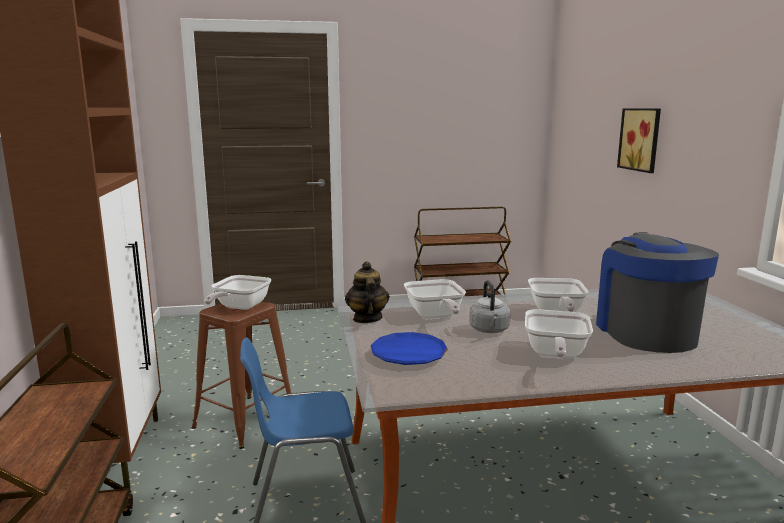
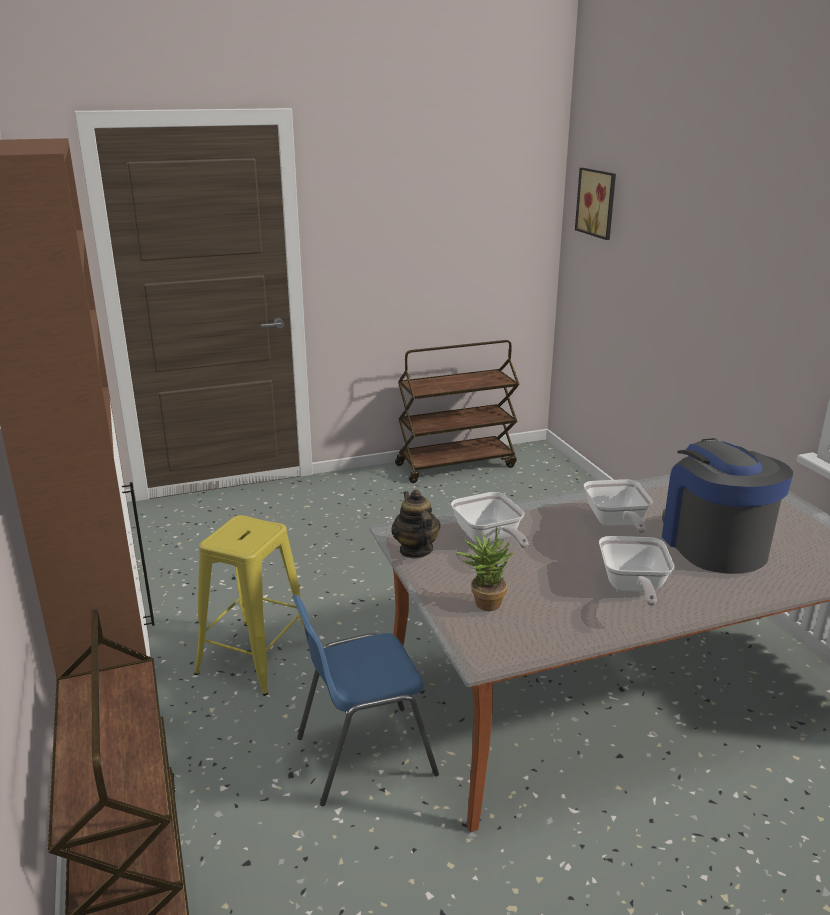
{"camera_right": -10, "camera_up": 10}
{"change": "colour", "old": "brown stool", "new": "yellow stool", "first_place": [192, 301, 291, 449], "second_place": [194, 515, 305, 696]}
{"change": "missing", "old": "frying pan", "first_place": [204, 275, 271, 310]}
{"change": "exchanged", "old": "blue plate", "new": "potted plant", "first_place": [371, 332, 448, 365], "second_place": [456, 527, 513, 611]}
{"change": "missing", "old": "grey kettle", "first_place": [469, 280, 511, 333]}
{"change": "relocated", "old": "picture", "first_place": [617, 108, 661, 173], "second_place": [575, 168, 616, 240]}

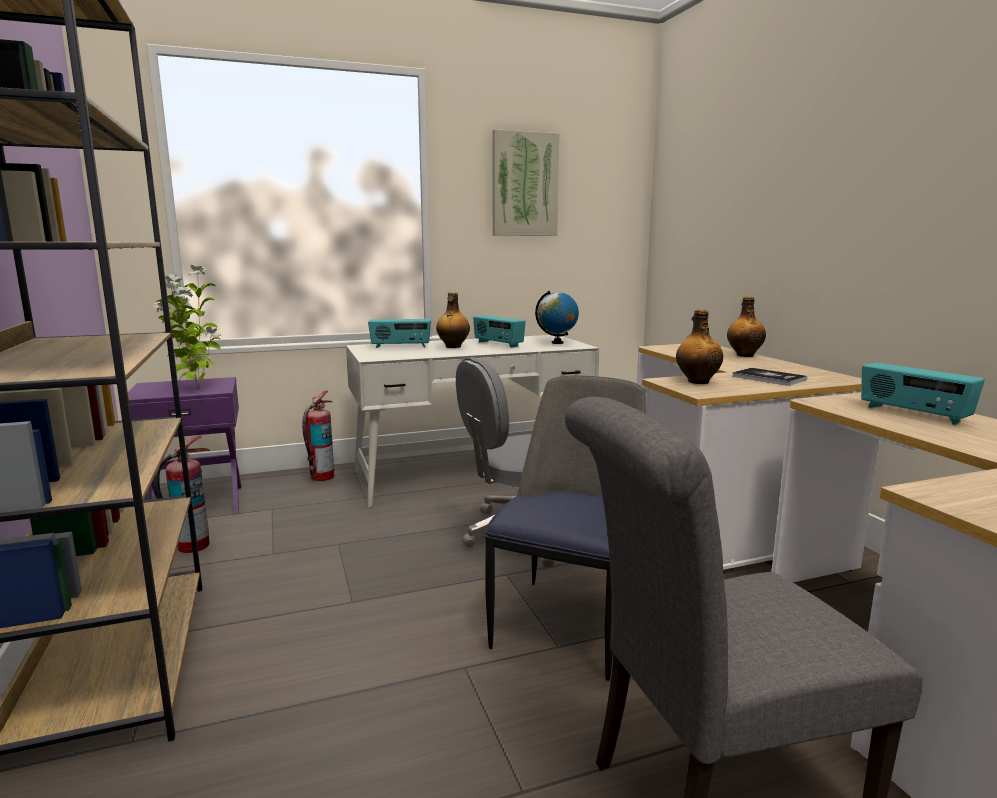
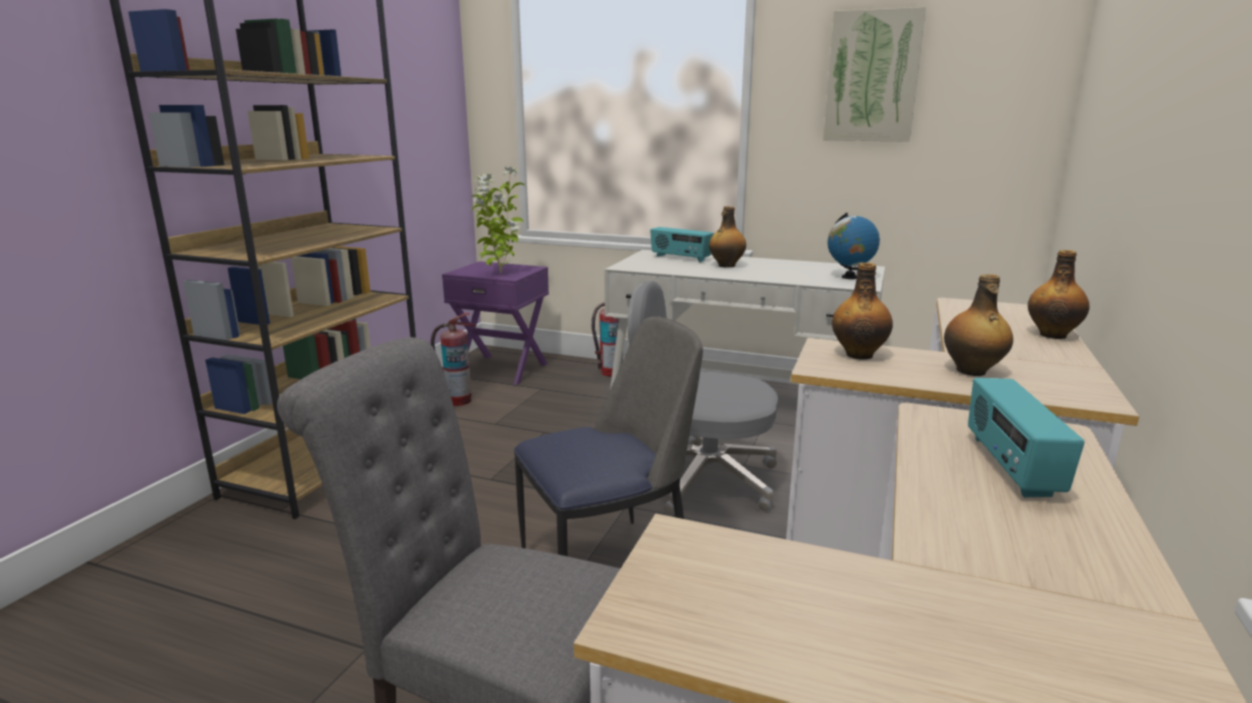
{"camera_right": 40, "camera_up": 5}
{"change": "missing", "old": "radio", "first_place": [473, 315, 526, 348]}
{"change": "exchanged", "old": "book", "new": "bottle", "first_place": [732, 368, 807, 386], "second_place": [944, 274, 1013, 376]}

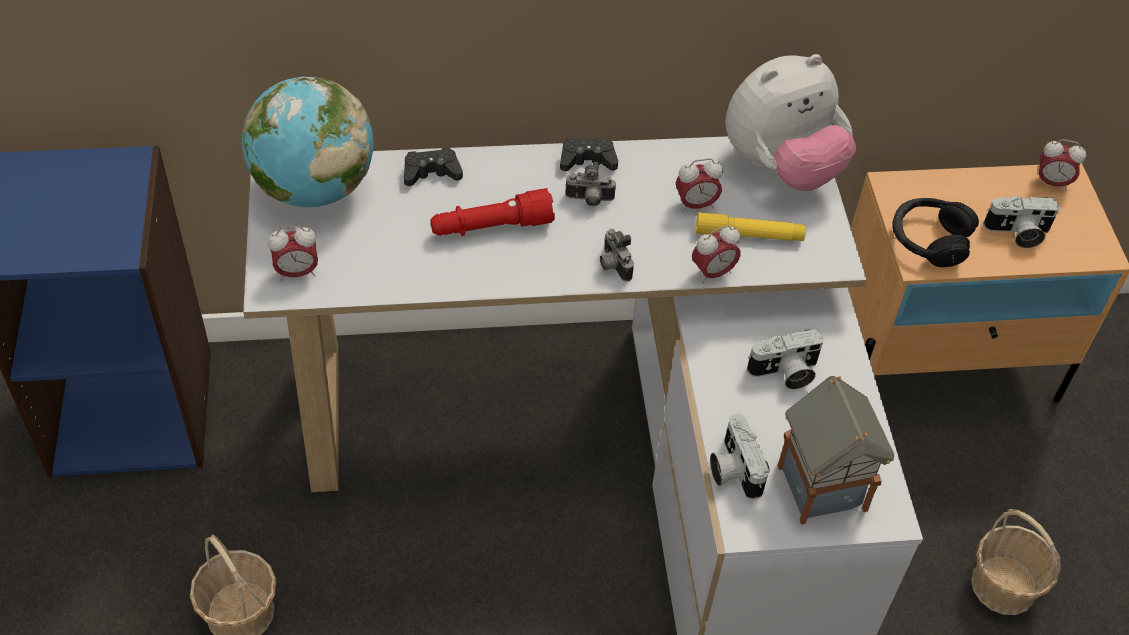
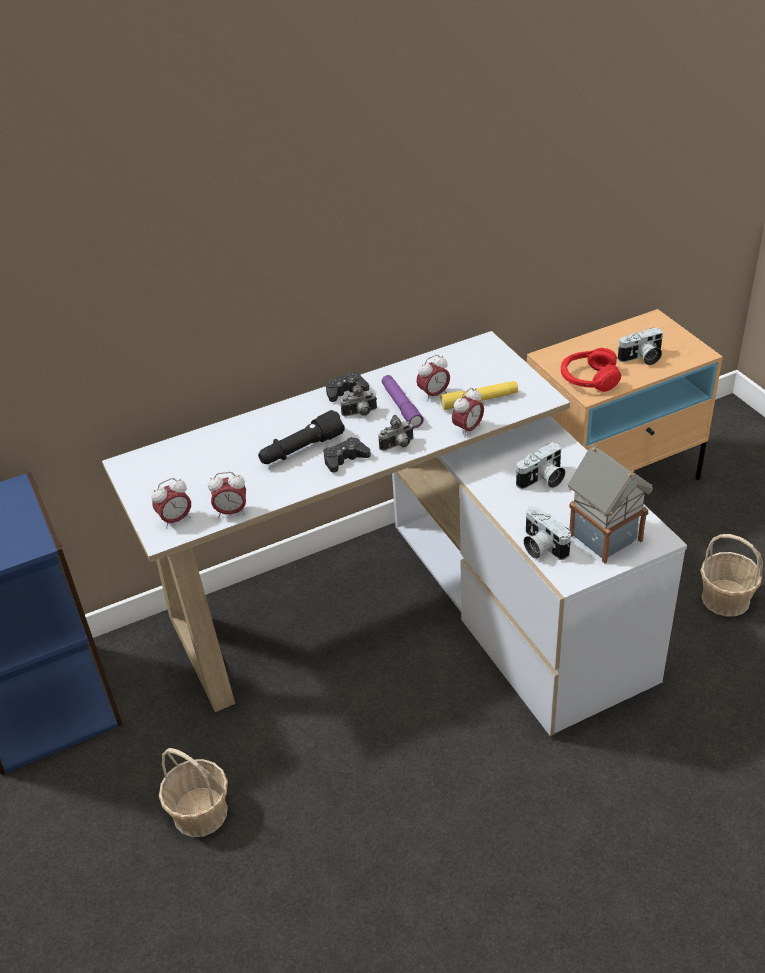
{"camera_right": -15, "camera_up": -10}
{"change": "missing", "old": "globe", "first_place": [242, 76, 373, 207]}
{"change": "relocated", "old": "black game controller", "first_place": [404, 147, 463, 186], "second_place": [323, 437, 371, 473]}
{"change": "colour", "old": "red flashlight", "new": "black flashlight", "first_place": [430, 188, 555, 236], "second_place": [258, 410, 345, 464]}
{"change": "spun", "old": "photo camera", "first_place": [600, 229, 634, 282], "second_place": [378, 415, 414, 451], "degrees": -75}
{"change": "missing", "old": "plush toy", "first_place": [726, 54, 856, 191]}
{"change": "colour", "old": "black headphones", "new": "red headphones", "first_place": [892, 198, 979, 267], "second_place": [561, 348, 621, 392]}
{"change": "relocated", "old": "alarm clock", "first_place": [1037, 139, 1086, 191], "second_place": [208, 472, 246, 517]}
{"change": "appeared", "new": "purple flashlight", "second_place": [382, 375, 424, 428]}

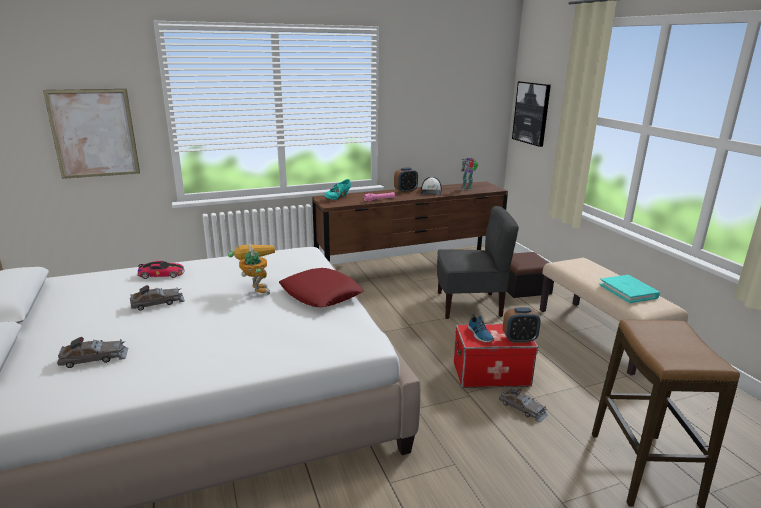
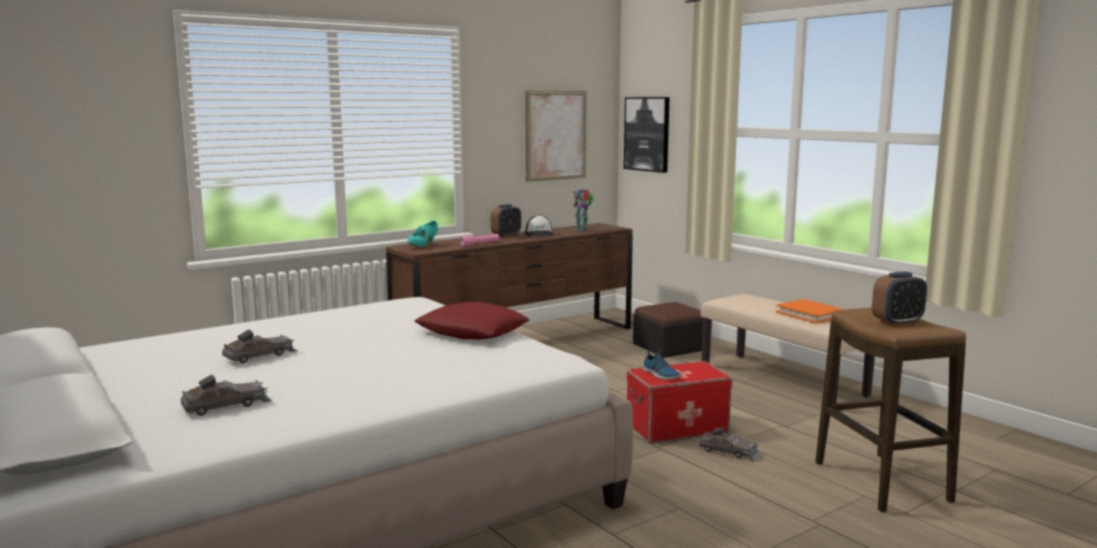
{"camera_right": -15, "camera_up": -10}
{"change": "relocated", "old": "picture", "first_place": [43, 89, 140, 179], "second_place": [526, 91, 586, 182]}
{"change": "missing", "old": "toy car", "first_place": [138, 261, 185, 279]}
{"change": "missing", "old": "toy robot", "first_place": [228, 244, 275, 295]}
{"change": "missing", "old": "grey chair", "first_place": [437, 206, 519, 319]}
{"change": "relocated", "old": "alarm clock", "first_place": [503, 307, 541, 343], "second_place": [872, 272, 927, 326]}
{"change": "colour", "old": "turquoise book", "new": "orange book", "first_place": [599, 275, 660, 303], "second_place": [776, 299, 844, 324]}

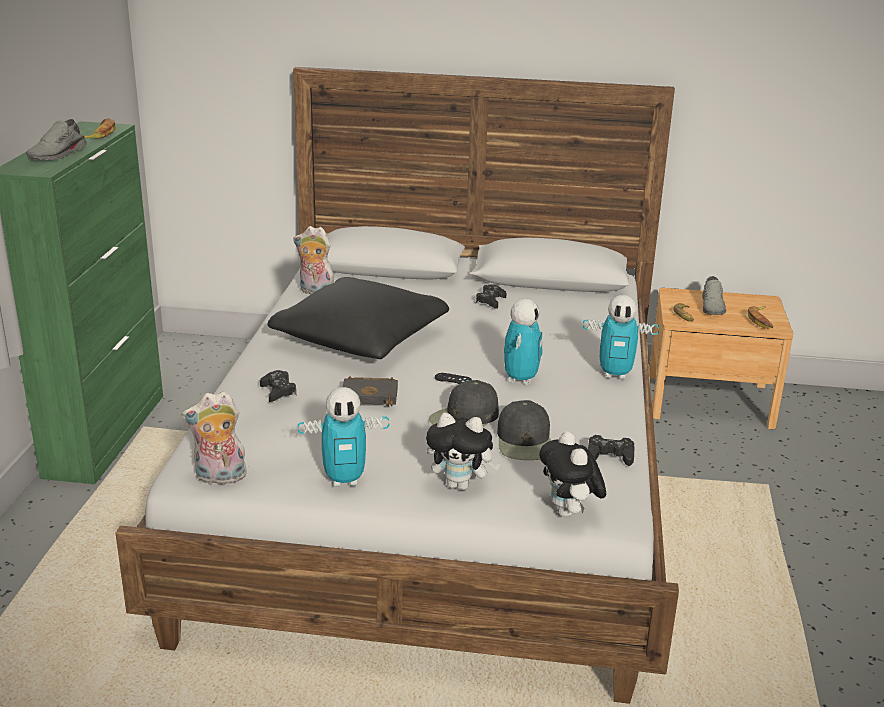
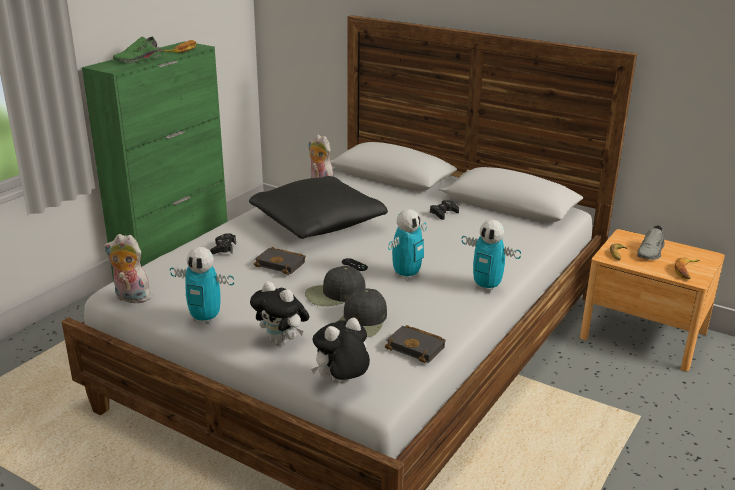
{"camera_right": 25, "camera_up": 0}
{"change": "colour", "old": "grey shoe", "new": "green shoe", "first_place": [26, 119, 87, 160], "second_place": [113, 36, 163, 63]}
{"change": "spun", "old": "plush toy", "first_place": [539, 431, 606, 517], "second_place": [311, 317, 370, 383], "degrees": 45}
{"change": "exchanged", "old": "black game controller", "new": "black book", "first_place": [588, 435, 635, 466], "second_place": [385, 325, 446, 363]}

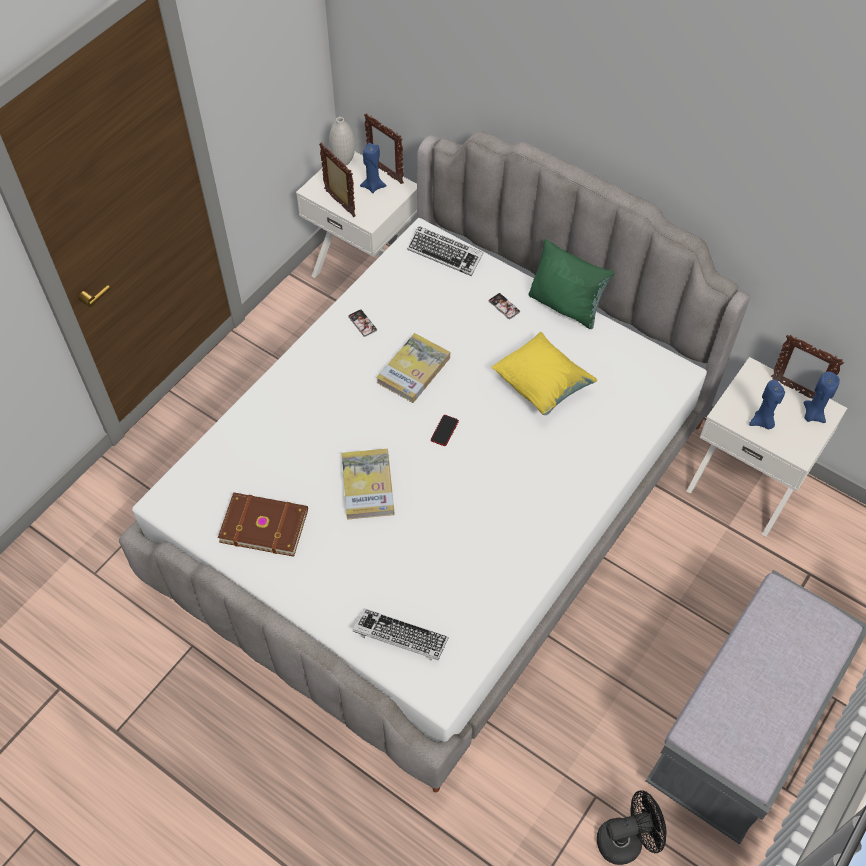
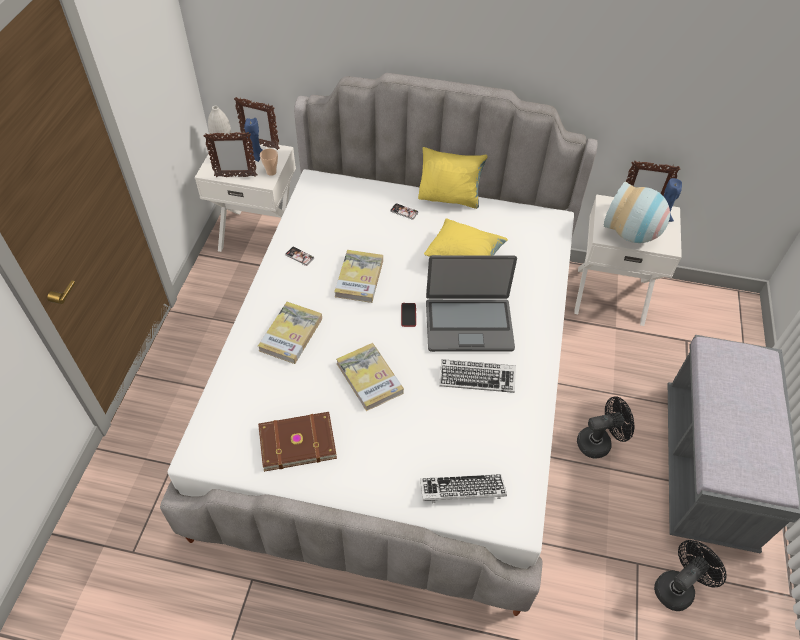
{"camera_right": -25, "camera_up": -5}
{"change": "spun", "old": "picture frame", "first_place": [319, 143, 356, 217], "second_place": [204, 131, 258, 177], "degrees": 150}
{"change": "relocated", "old": "keyboard", "first_place": [407, 226, 483, 276], "second_place": [439, 359, 516, 393]}
{"change": "colour", "old": "green pillow", "new": "yellow pillow", "first_place": [528, 239, 615, 329], "second_place": [418, 147, 487, 209]}
{"change": "exchanged", "old": "blue candle", "new": "vase", "first_place": [749, 379, 785, 430], "second_place": [603, 182, 670, 243]}
{"change": "appeared", "new": "book", "second_place": [258, 302, 322, 364]}
{"change": "appeared", "new": "cup", "second_place": [260, 149, 278, 176]}
{"change": "appeared", "new": "laptop", "second_place": [426, 255, 517, 352]}
{"change": "appeared", "new": "black fan", "second_place": [577, 396, 634, 458]}

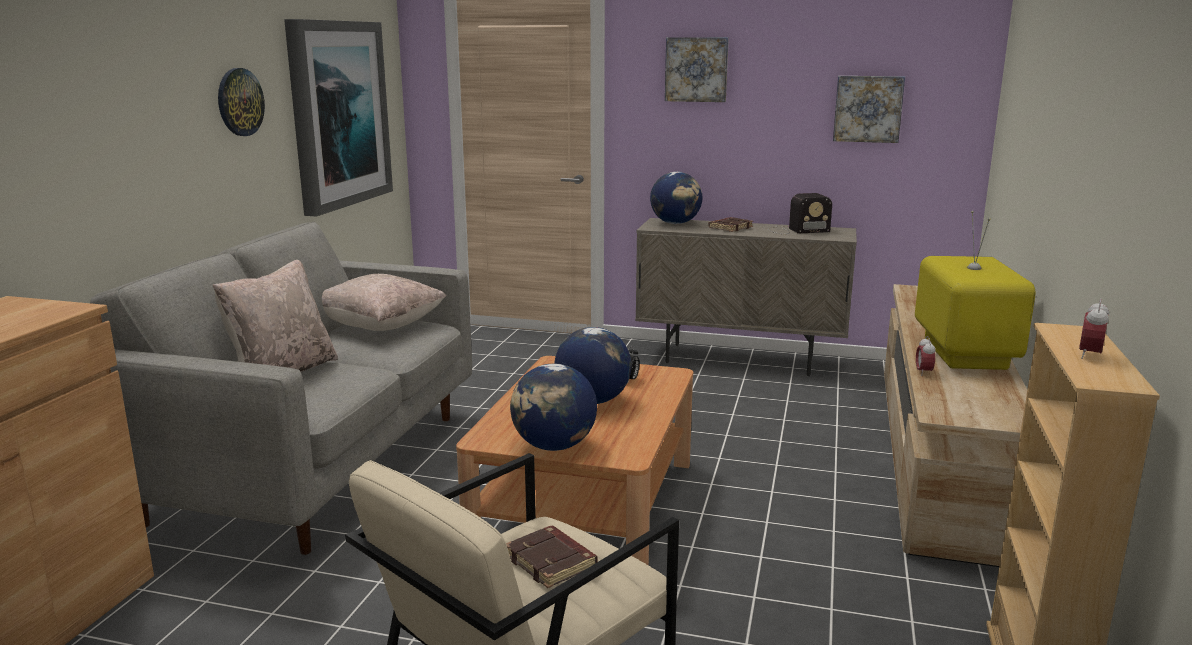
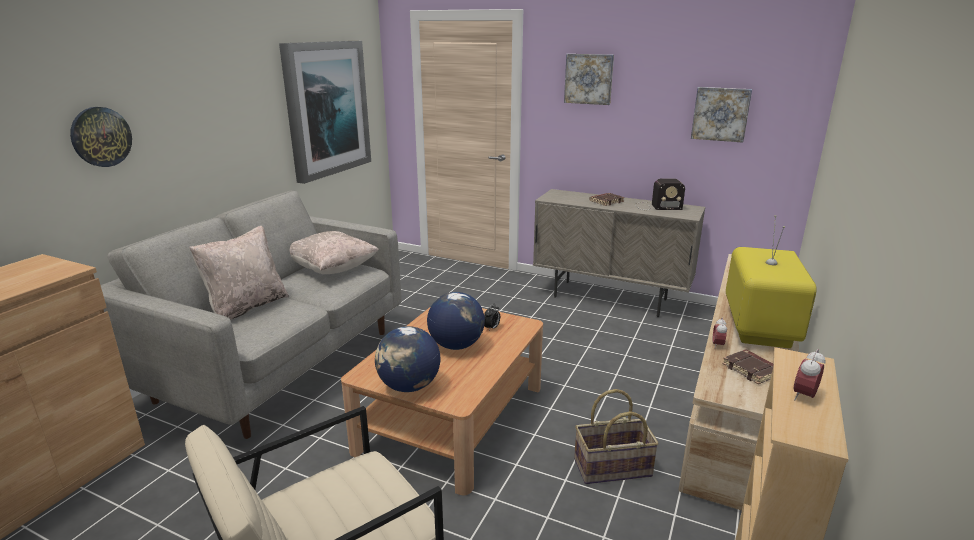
{"camera_right": 10, "camera_up": 5}
{"change": "relocated", "old": "wall clock", "first_place": [218, 68, 265, 136], "second_place": [70, 107, 132, 167]}
{"change": "relocated", "old": "brown book", "first_place": [506, 526, 598, 588], "second_place": [722, 350, 773, 384]}
{"change": "missing", "old": "globe", "first_place": [650, 172, 702, 224]}
{"change": "appeared", "new": "basket", "second_place": [574, 389, 659, 484]}

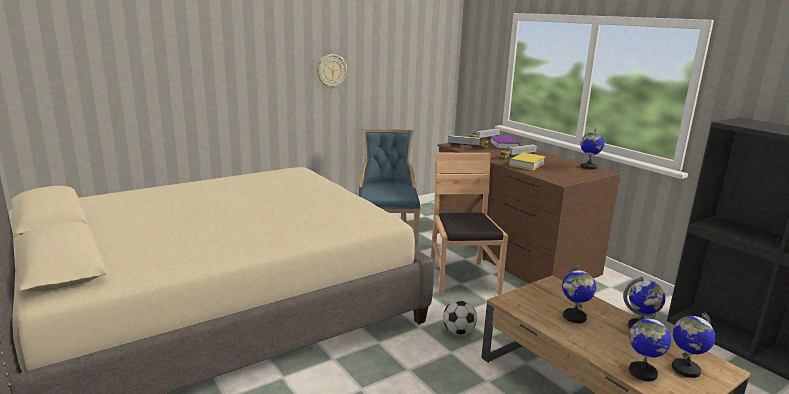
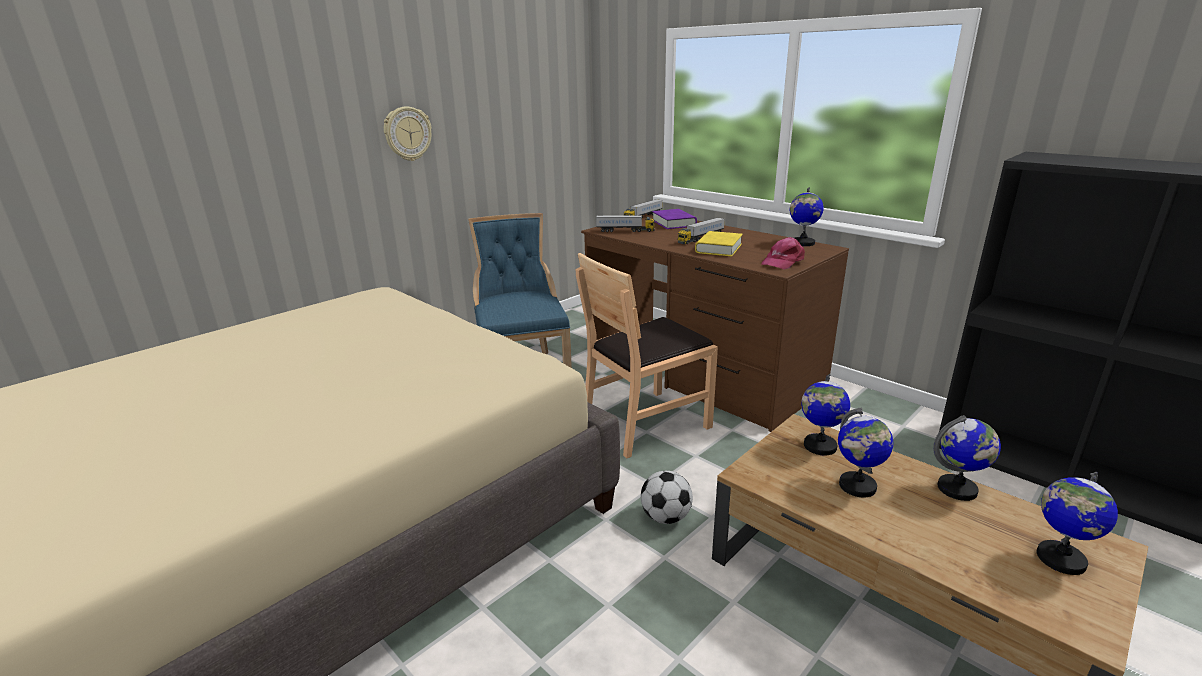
{"camera_right": -10, "camera_up": 5}
{"change": "spun", "old": "brown chair", "first_place": [430, 153, 508, 296], "second_place": [576, 253, 718, 459], "degrees": -105}
{"change": "relocated", "old": "globe", "first_place": [629, 313, 671, 381], "second_place": [801, 374, 850, 455]}
{"change": "appeared", "new": "pink cap", "second_place": [761, 237, 805, 269]}

